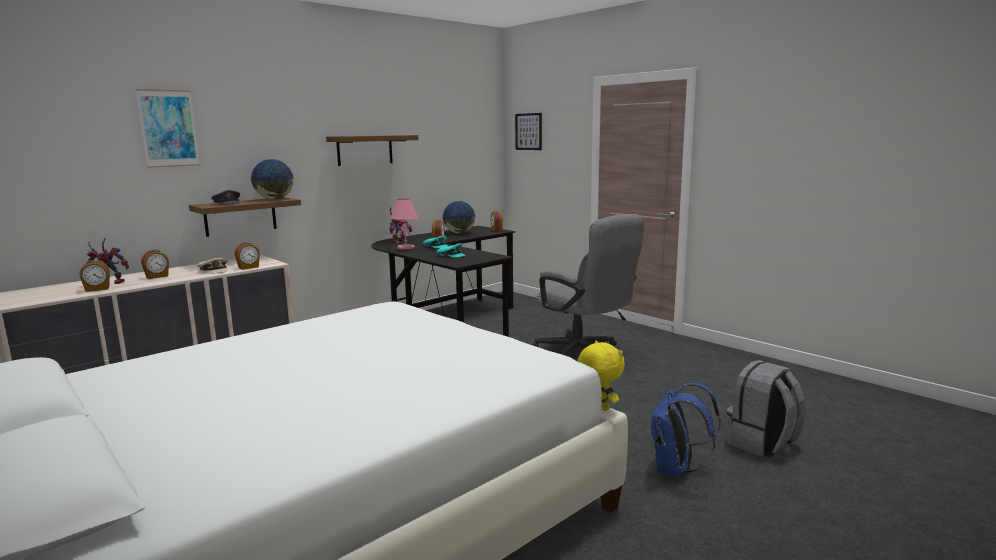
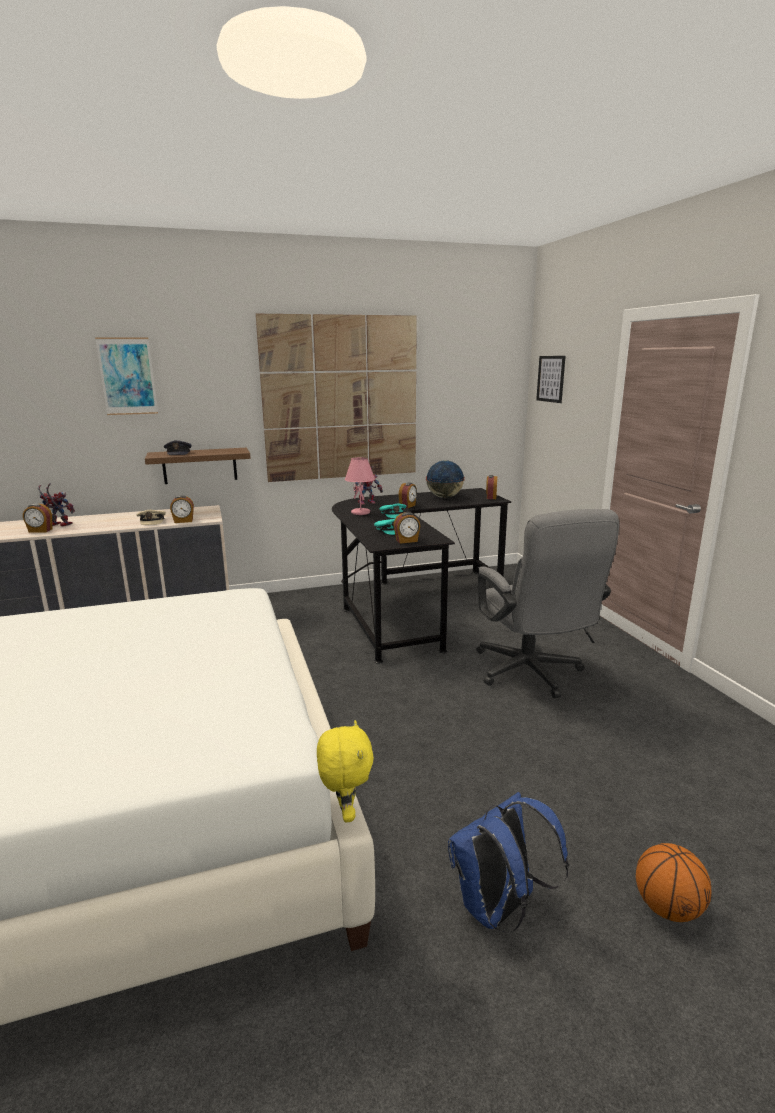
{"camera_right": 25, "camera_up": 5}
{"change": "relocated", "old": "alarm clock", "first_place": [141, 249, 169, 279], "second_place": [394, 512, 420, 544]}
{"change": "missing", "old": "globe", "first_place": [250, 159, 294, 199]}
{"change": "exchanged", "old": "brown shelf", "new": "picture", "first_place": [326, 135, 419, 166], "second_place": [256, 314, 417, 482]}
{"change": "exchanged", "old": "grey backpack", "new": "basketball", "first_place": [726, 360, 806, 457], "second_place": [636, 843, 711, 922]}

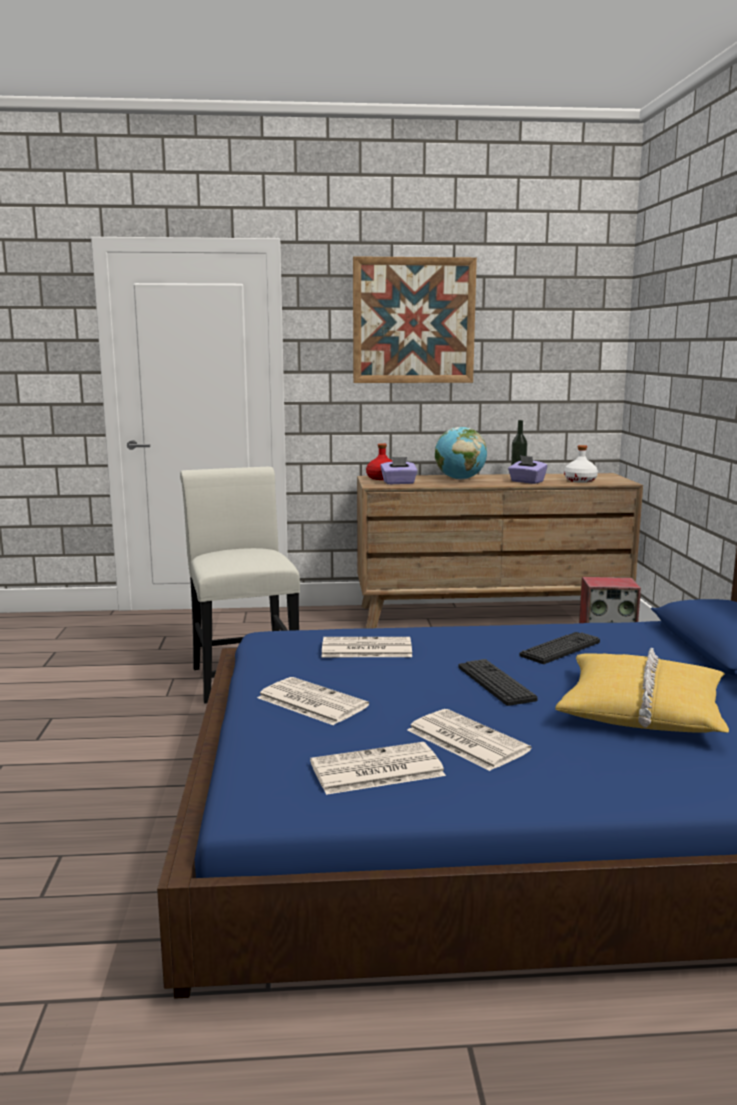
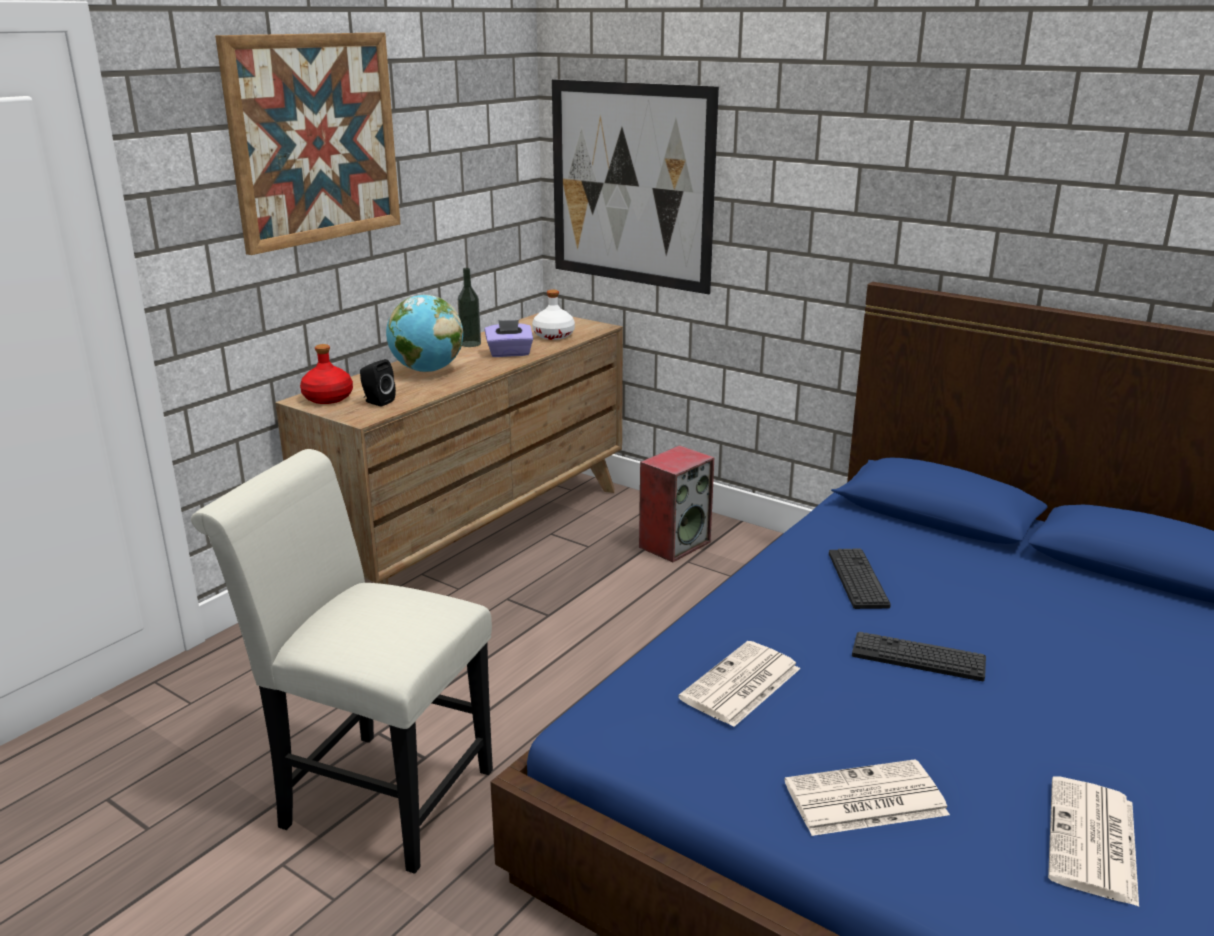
{"camera_right": -50, "camera_up": 10}
{"change": "exchanged", "old": "purple tissue box", "new": "black speaker", "first_place": [380, 457, 418, 484], "second_place": [360, 359, 396, 407]}
{"change": "missing", "old": "newspaper", "first_place": [407, 709, 531, 771]}
{"change": "missing", "old": "yellow pillow", "first_place": [555, 648, 729, 733]}
{"change": "appeared", "new": "picture", "second_place": [552, 79, 719, 294]}

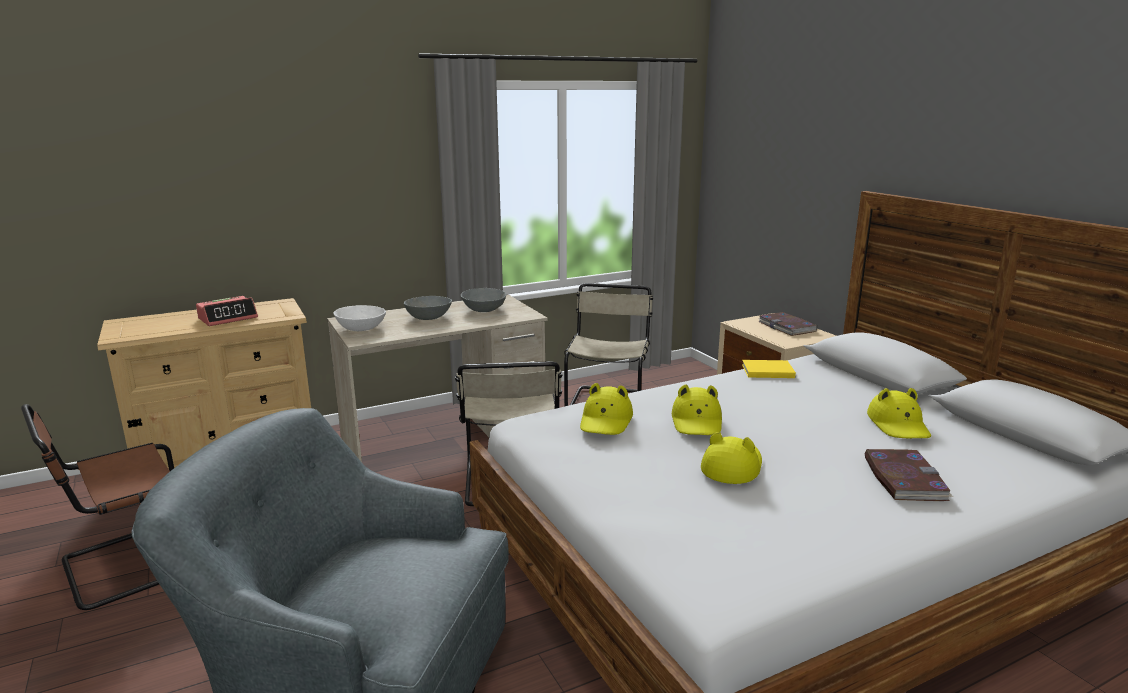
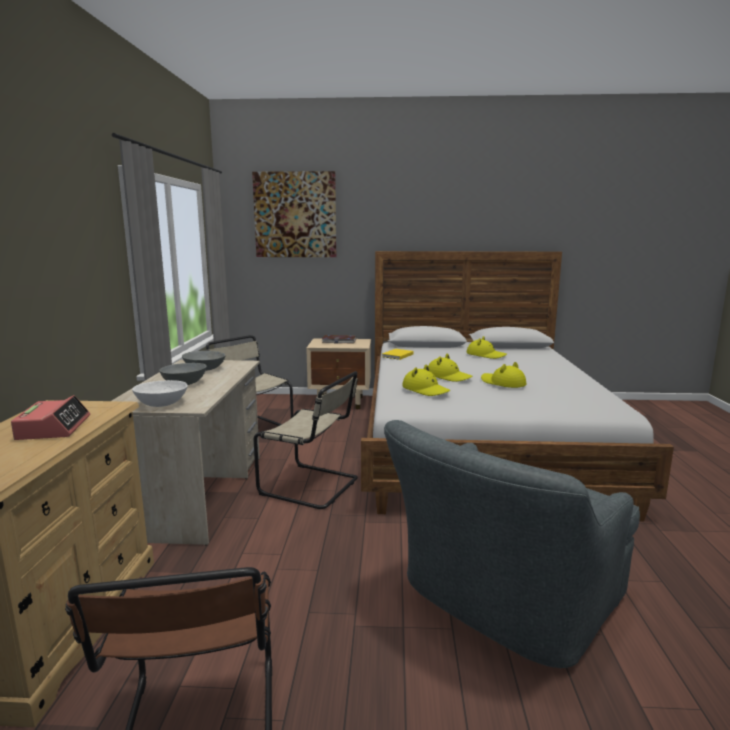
{"camera_right": -60, "camera_up": -5}
{"change": "missing", "old": "book", "first_place": [865, 449, 953, 501]}
{"change": "appeared", "new": "picture", "second_place": [252, 171, 336, 257]}

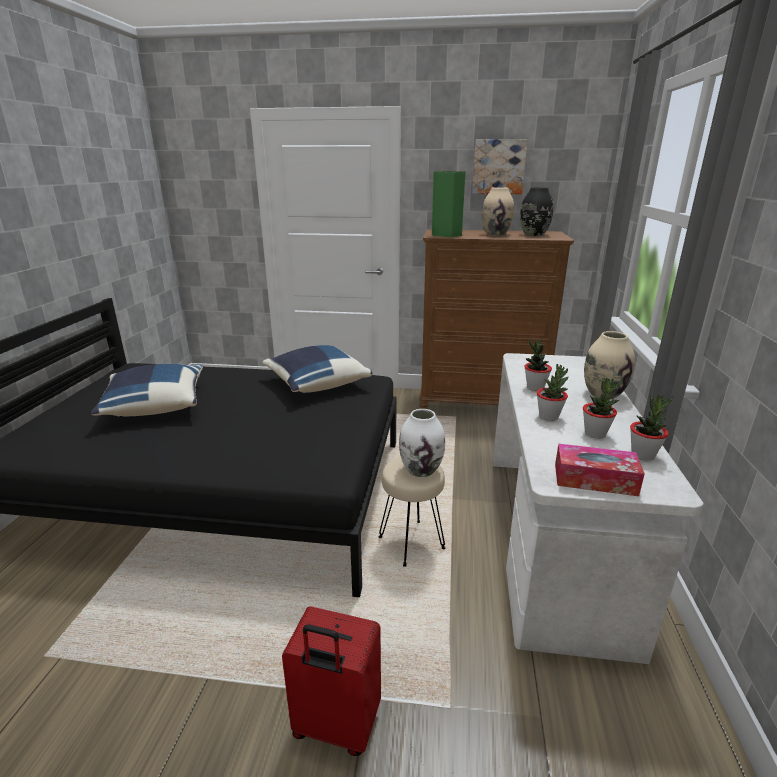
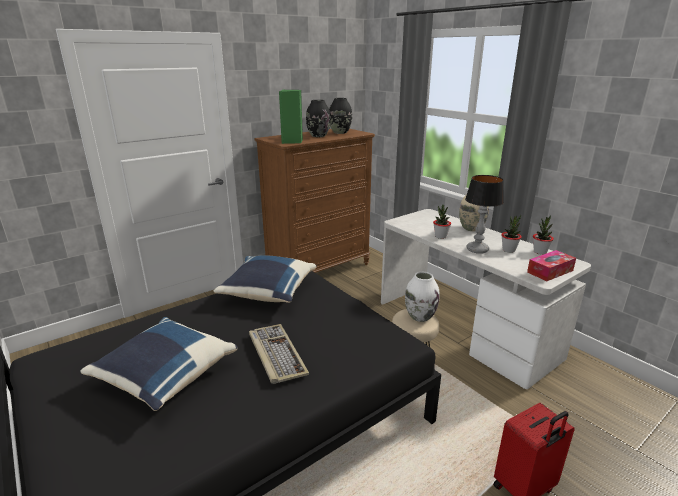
{"camera_right": -45, "camera_up": 0}
{"change": "missing", "old": "picture", "first_place": [472, 139, 528, 194]}
{"change": "colour", "old": "beige vase", "new": "black vase", "first_place": [482, 187, 514, 236], "second_place": [306, 100, 331, 137]}
{"change": "exchanged", "old": "potted plant", "new": "table lamp", "first_place": [537, 364, 569, 421], "second_place": [465, 175, 504, 254]}
{"change": "appeared", "new": "keyboard", "second_place": [249, 324, 309, 384]}

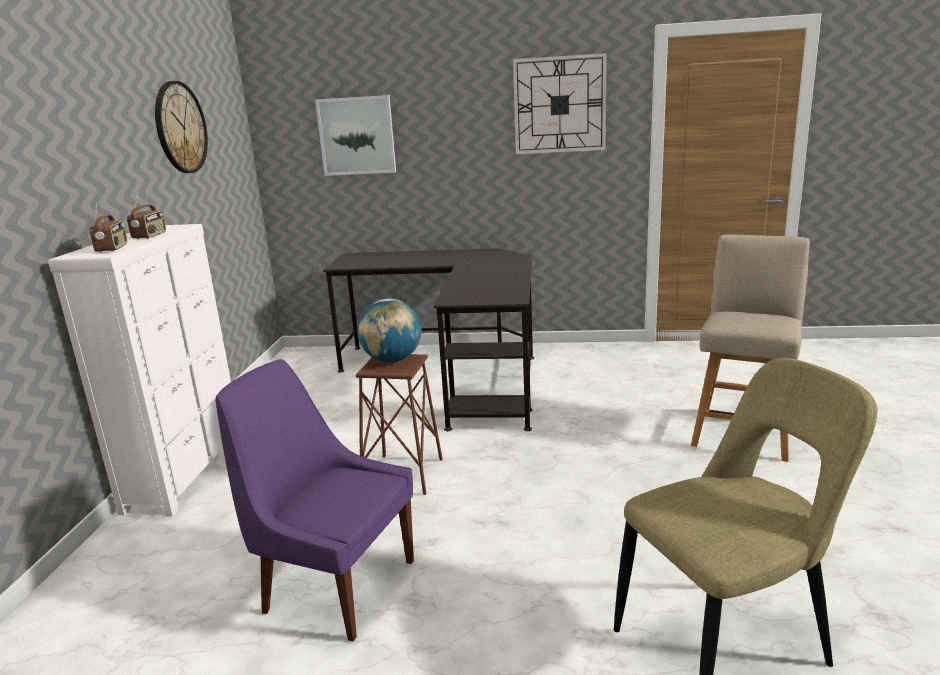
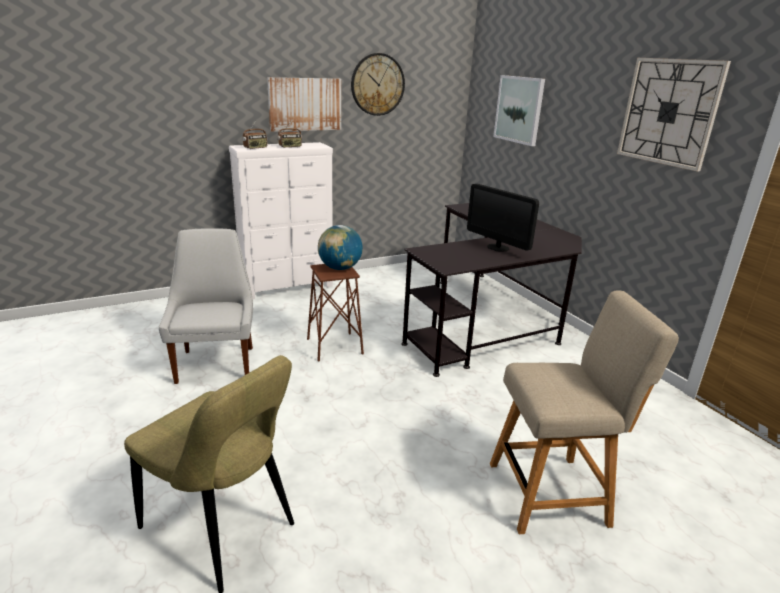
{"camera_right": 55, "camera_up": 5}
{"change": "colour", "old": "purple chair", "new": "white chair", "first_place": [215, 359, 414, 642], "second_place": [158, 228, 253, 384]}
{"change": "appeared", "new": "picture", "second_place": [267, 77, 341, 132]}
{"change": "appeared", "new": "monitor", "second_place": [467, 184, 539, 252]}

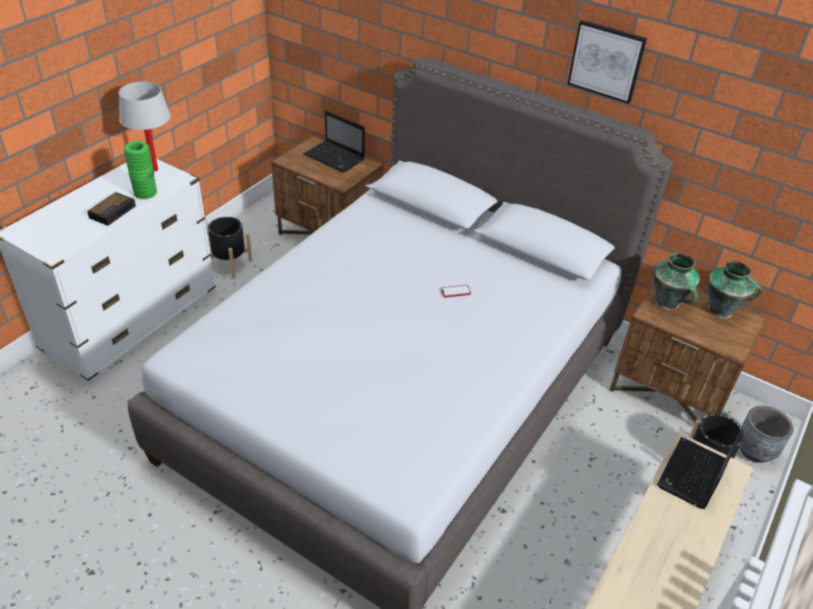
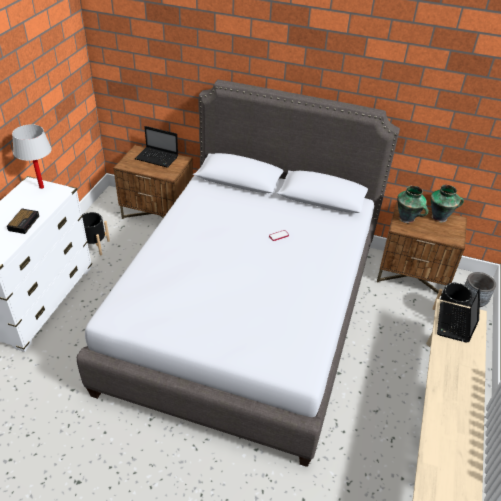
{"camera_right": -15, "camera_up": 0}
{"change": "missing", "old": "green vase", "first_place": [124, 141, 157, 199]}
{"change": "missing", "old": "picture", "first_place": [567, 20, 647, 104]}

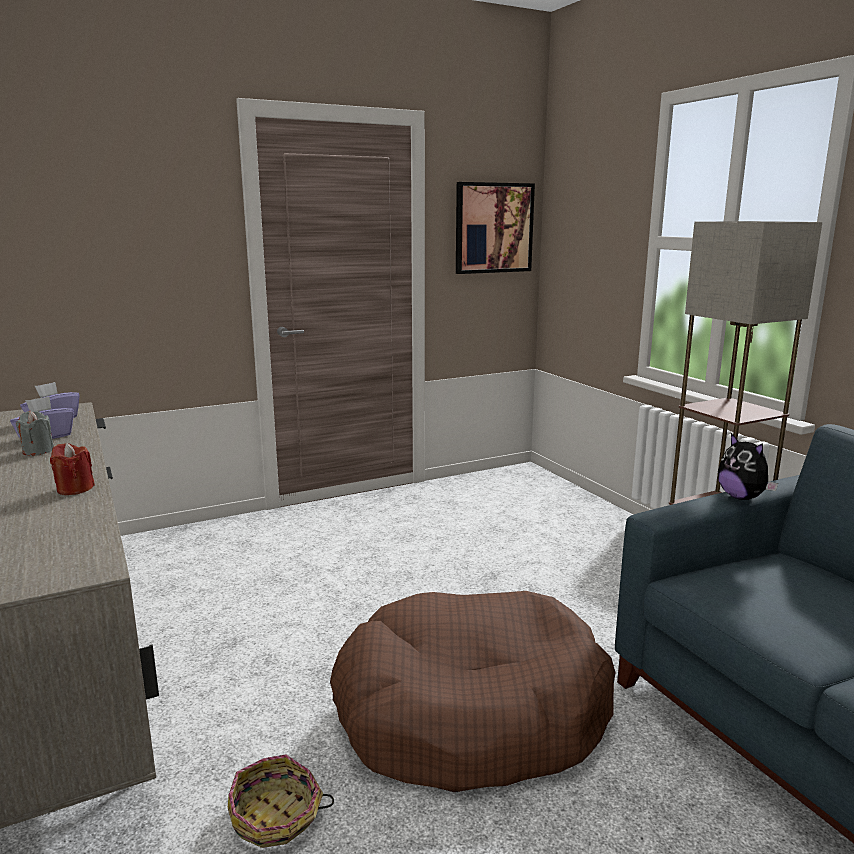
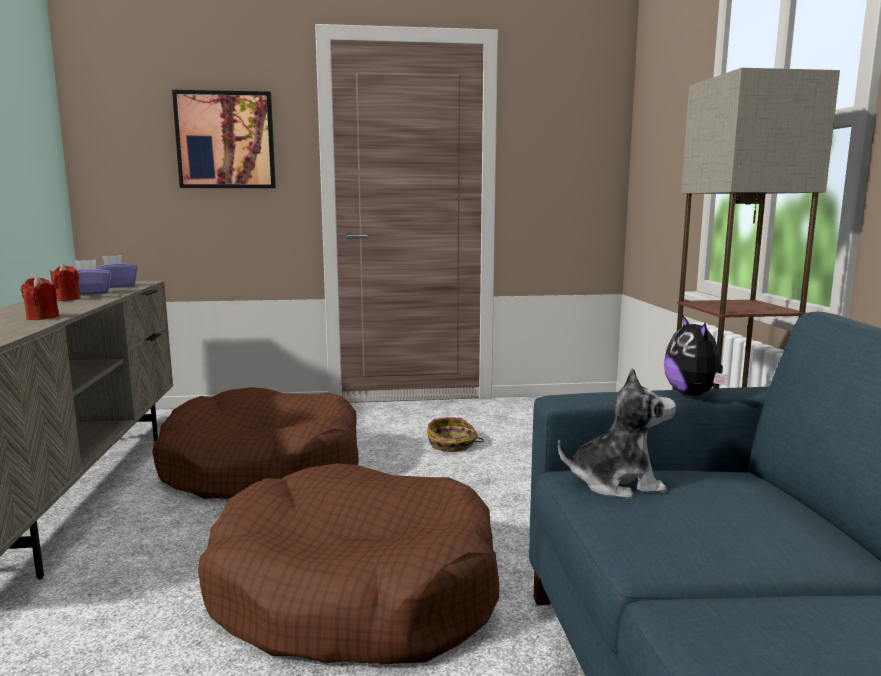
{"camera_right": 20, "camera_up": -5}
{"change": "colour", "old": "grey candle", "new": "red candle", "first_place": [16, 411, 54, 456], "second_place": [49, 264, 81, 301]}
{"change": "relocated", "old": "basket", "first_place": [228, 755, 334, 848], "second_place": [427, 417, 484, 452]}
{"change": "relocated", "old": "picture", "first_place": [456, 182, 535, 274], "second_place": [172, 90, 276, 188]}
{"change": "appeared", "new": "brown dog bed", "second_place": [152, 387, 359, 499]}
{"change": "appeared", "new": "plush toy", "second_place": [558, 368, 676, 499]}

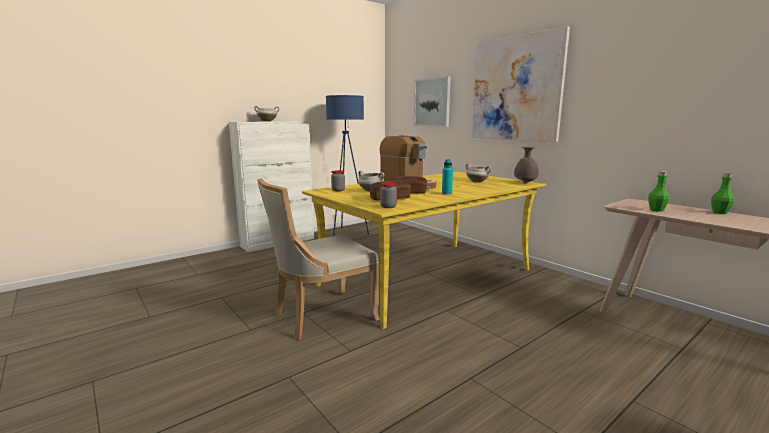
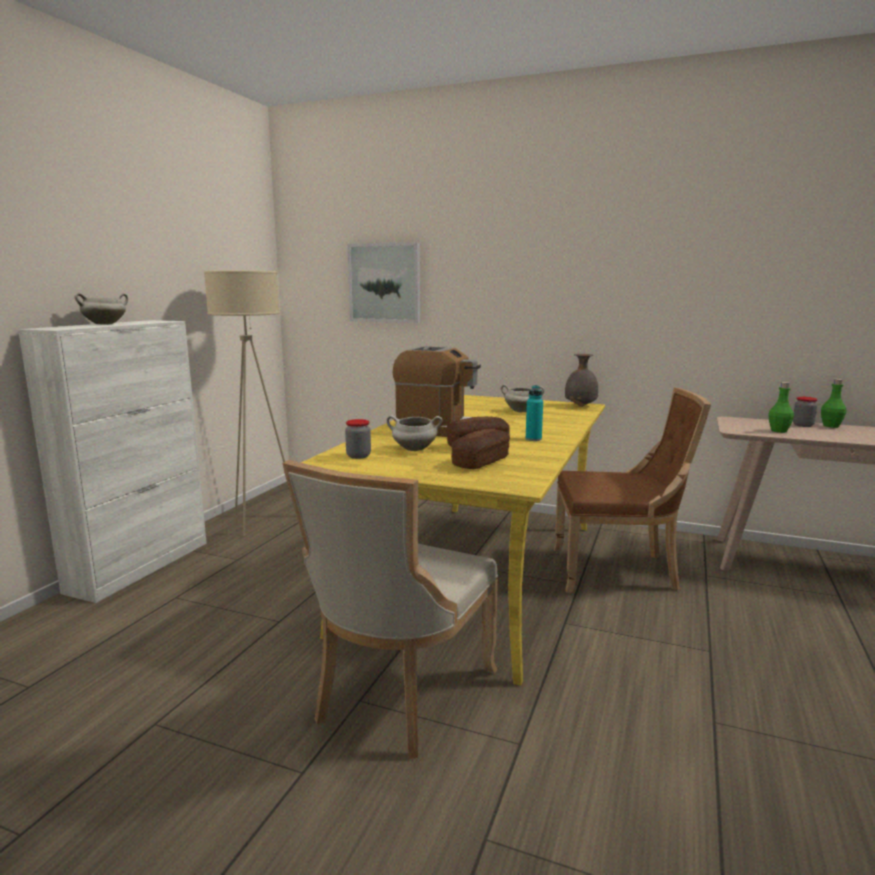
{"camera_right": -30, "camera_up": 0}
{"change": "colour", "old": "blue floor lamp", "new": "beige floor lamp", "first_place": [326, 95, 369, 236], "second_place": [204, 270, 285, 536]}
{"change": "relocated", "old": "jar", "first_place": [380, 182, 397, 208], "second_place": [793, 397, 818, 427]}
{"change": "missing", "old": "picture", "first_place": [472, 26, 570, 142]}
{"change": "appeared", "new": "brown chair", "second_place": [554, 387, 711, 593]}

